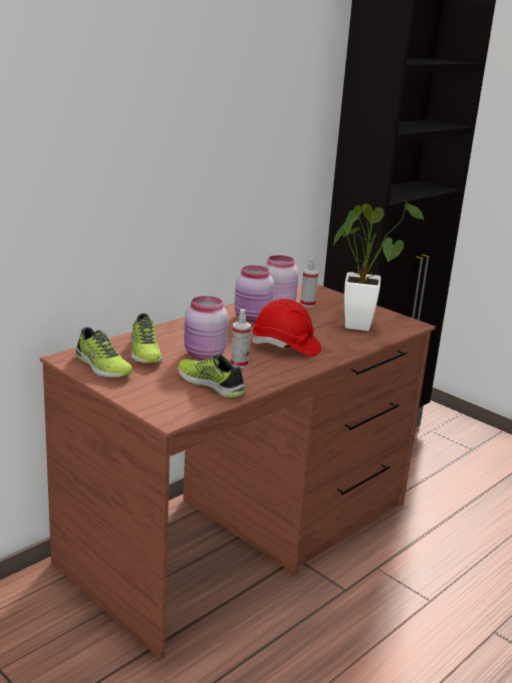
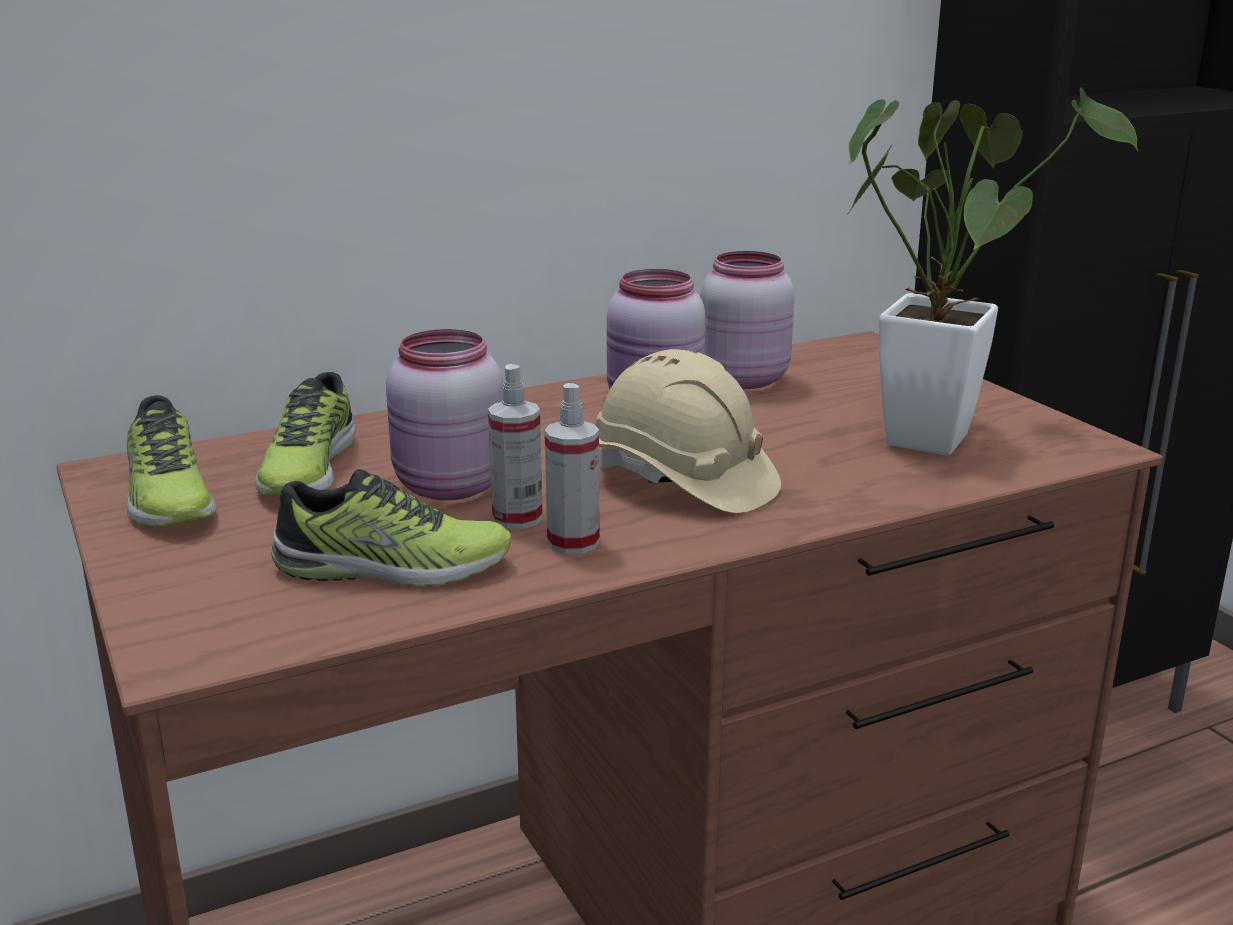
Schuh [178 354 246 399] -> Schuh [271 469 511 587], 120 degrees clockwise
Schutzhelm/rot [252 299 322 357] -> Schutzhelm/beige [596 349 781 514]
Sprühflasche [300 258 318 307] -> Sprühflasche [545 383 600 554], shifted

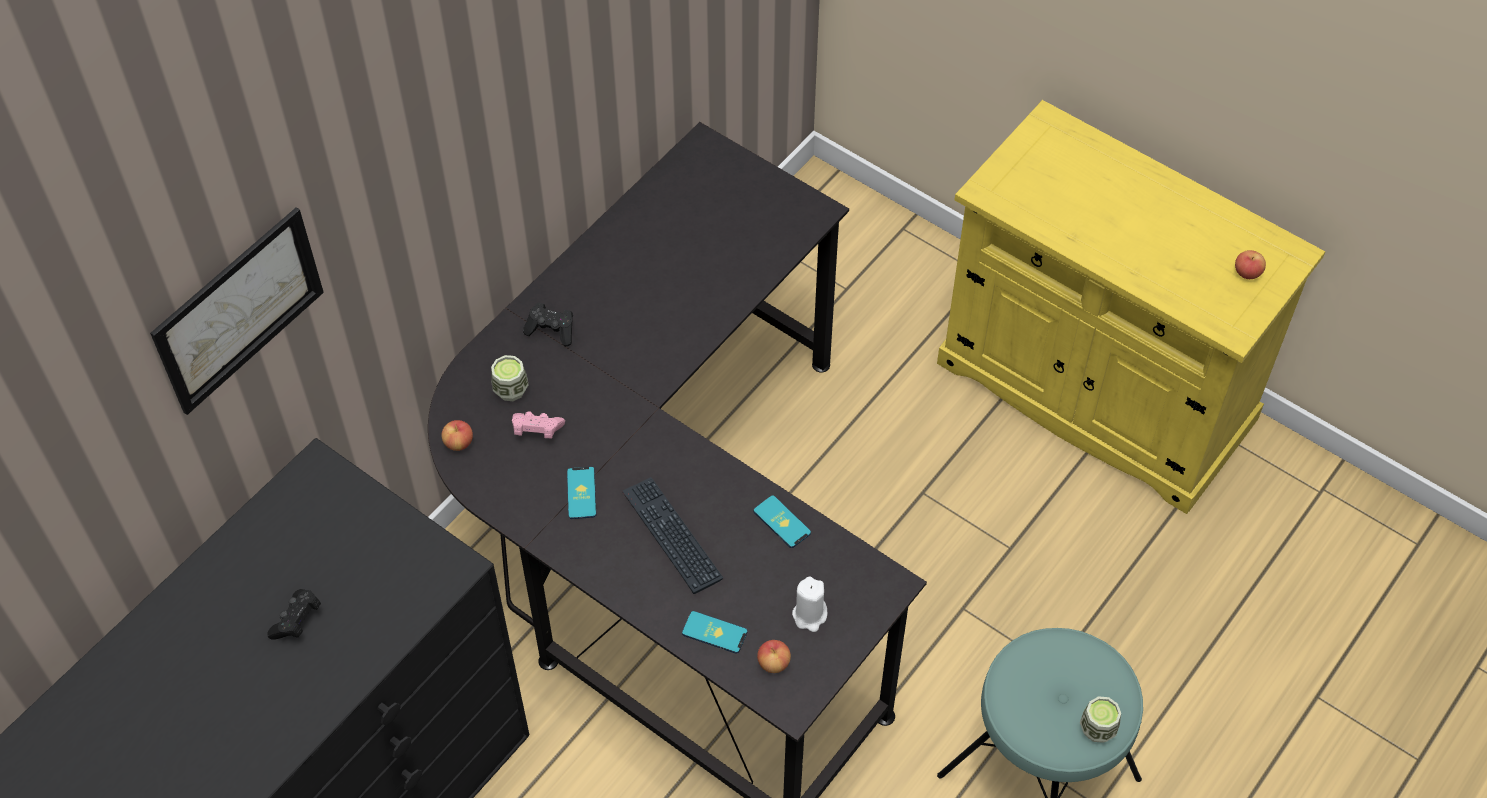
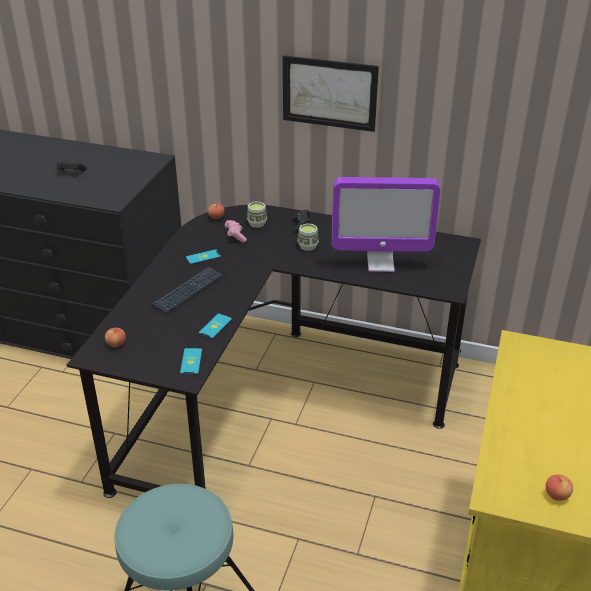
Bild [150 207 324 415] -> Bild [283 55 379 132], shifted
Handy [682 611 748 654] -> Handy [180 348 202 375], shifted
Kerze/weiß [792 577 827 632] -> none
Tasse [1080 696 1121 743] -> Tasse [297 224 319 251], shifted
none -> Monitor [332 177 440 272]

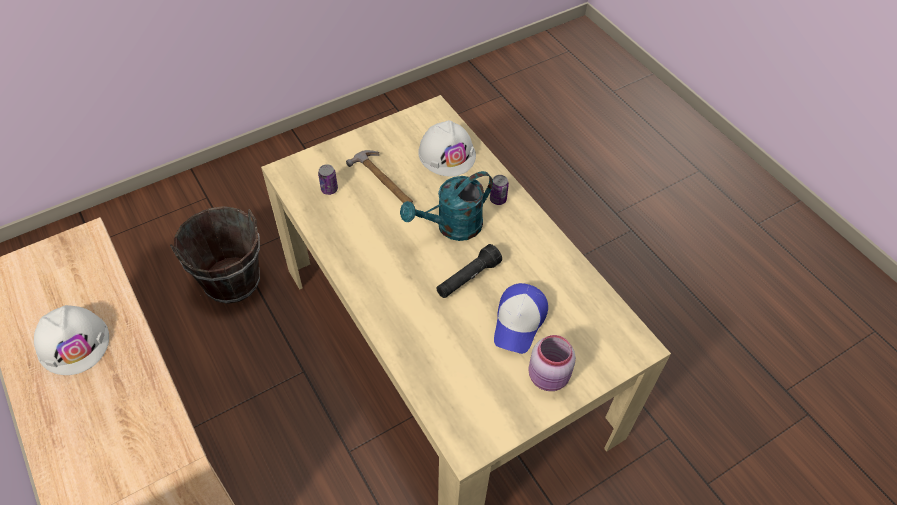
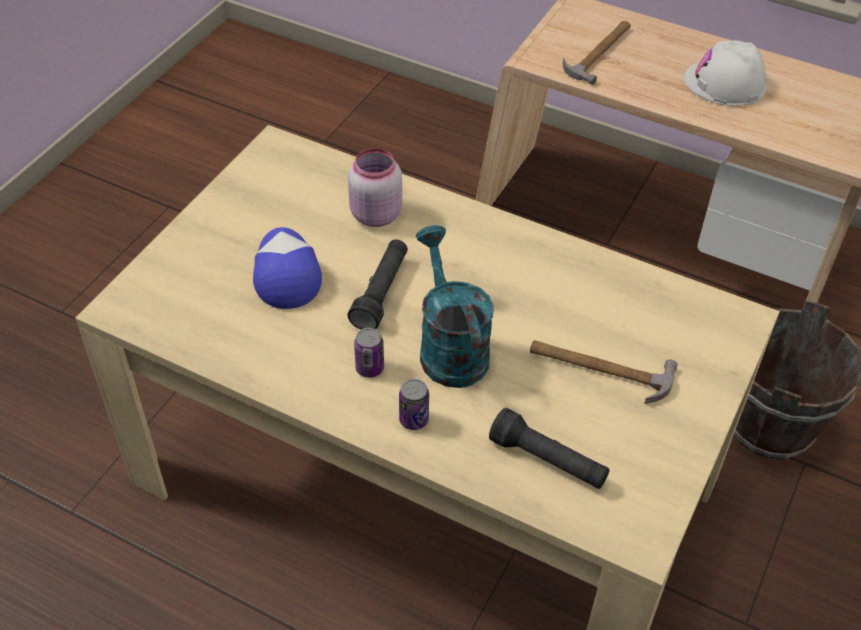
Dose [318 164 338 195] -> Dose [354 328 384 378], shifted
Gießkanne/türkis [400 171 493 241] -> Gießkanne/türkis [416 225 494 388], 45 degrees counterclockwise
Schutzhelm/weiß [418 120 476 177] -> Taschenlampe/schwarz [489 408 609 489]
Vorratsglas/rosa [528 335 576 391] -> Vorratsglas/rosa [348 148 402 227], shifted
none -> Hammer [563 21 631 85]

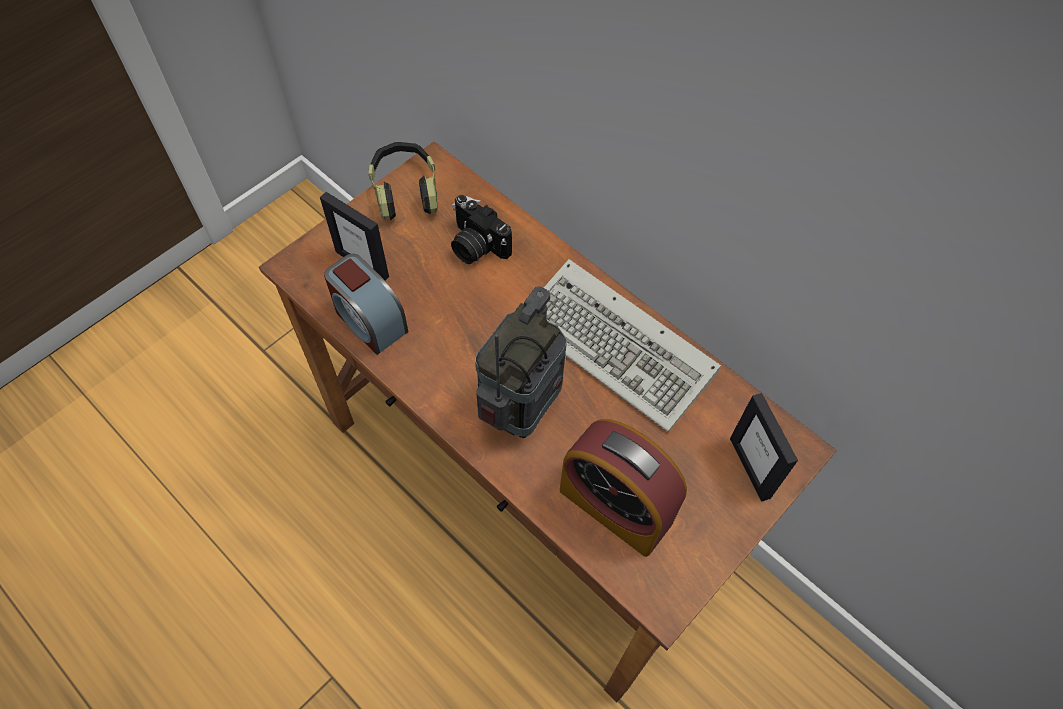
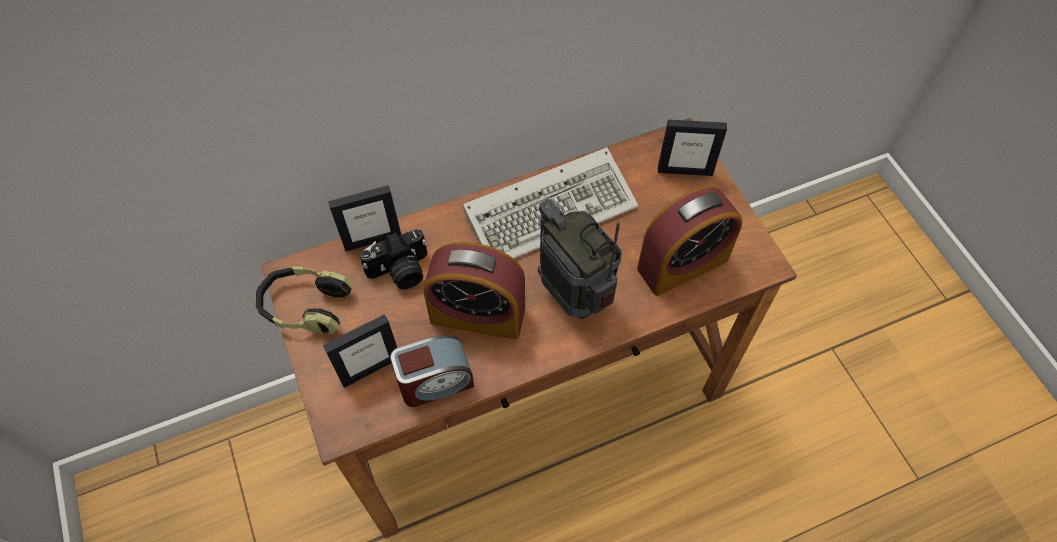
none -> Bilderrahmen [328 185 401 251]
none -> Wecker [424 242 525 339]

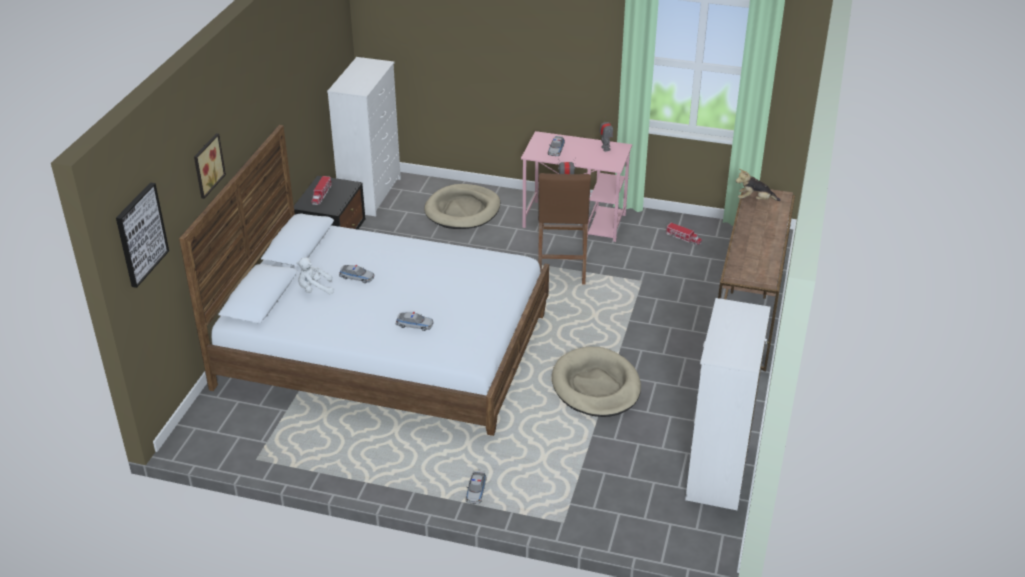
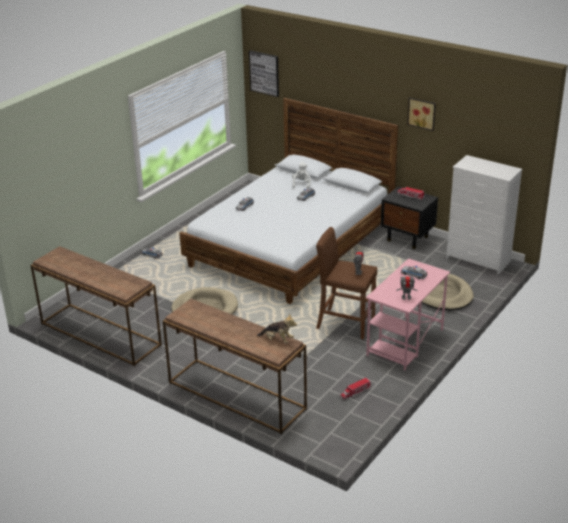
Bild [194 133 226 199] -> Bild [407 98 436 131], shifted
Kommode/weiß [685 298 771 510] -> Konsolentisch/braun [30 246 162 366]
Plüschtier [736 168 781 201] -> Plüschtier [257 314 297 343], 90 degrees clockwise

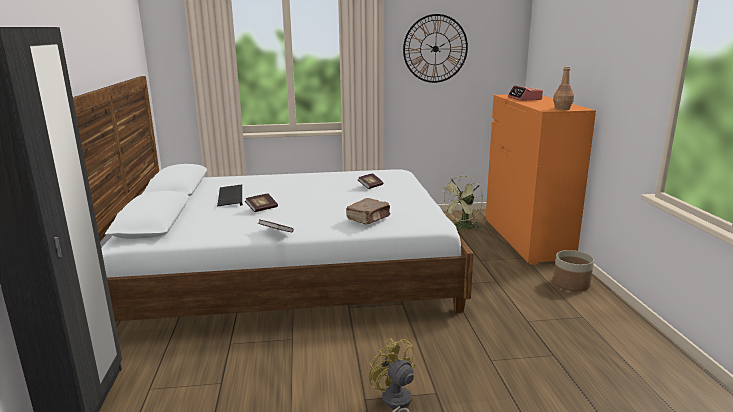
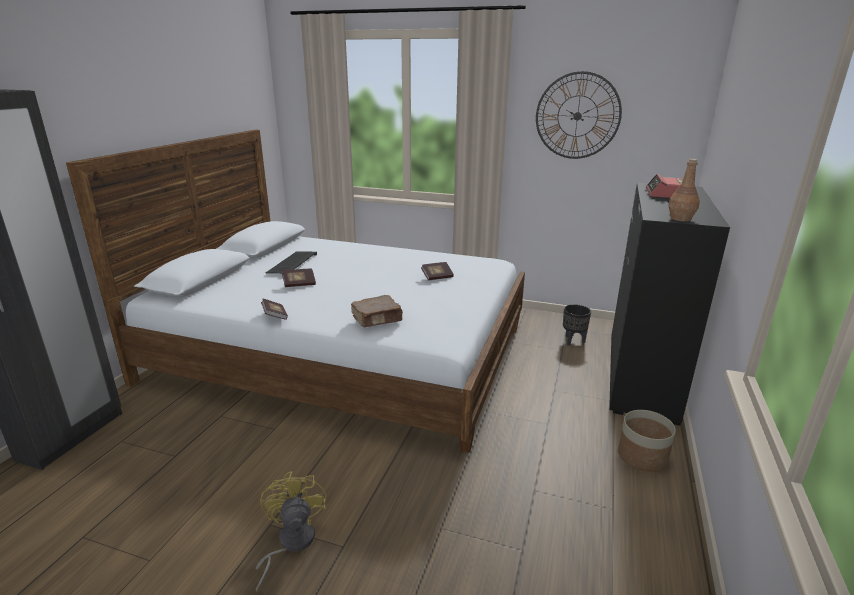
Ventilator/grün [442 176 483 231] -> Pflanzkübel/schwarz [563 304 591 346]
Kommode/orange [485 94 596 265] -> Kommode/schwarz [609 182 730 426]

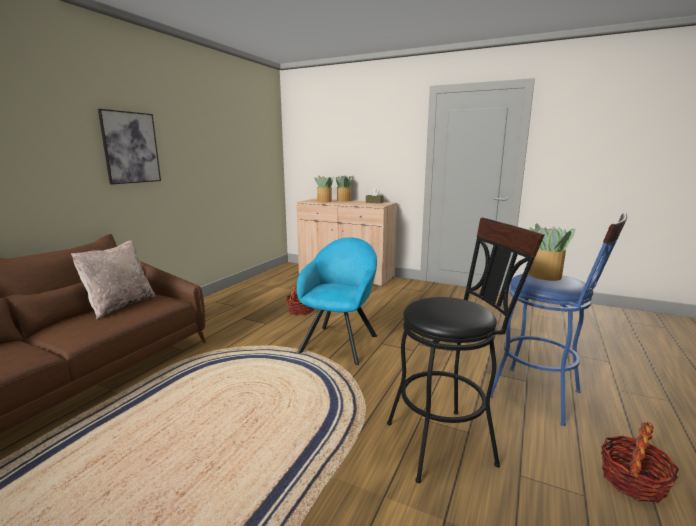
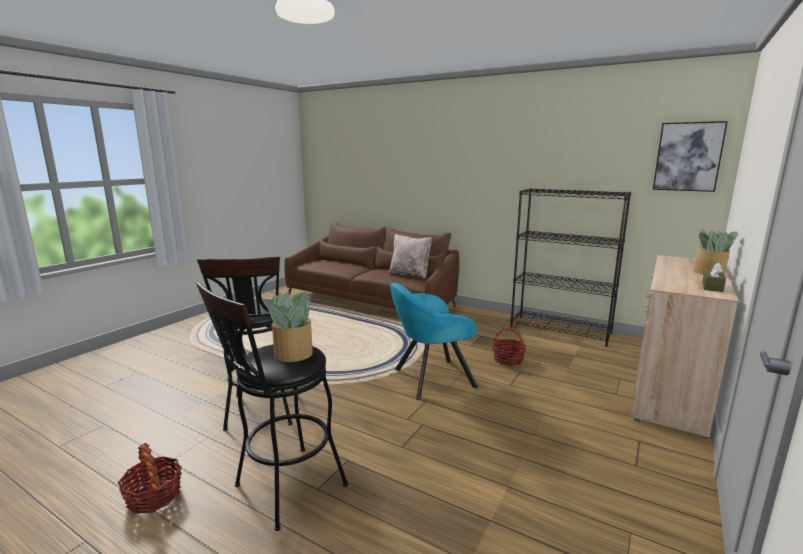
Bild [98 109 161 184] -> Bild [653 121 728 192], shifted
Sessel/türkis [297 237 377 365] -> Sessel/türkis [391 283 478 400], 135 degrees clockwise
Topfpflanze [314 176 334 202] -> none
Hocker/blau [490 213 627 426] -> Hocker/schwarz [196 282 348 531]
none -> Bücherregal/schwarz [510 188 631 347]

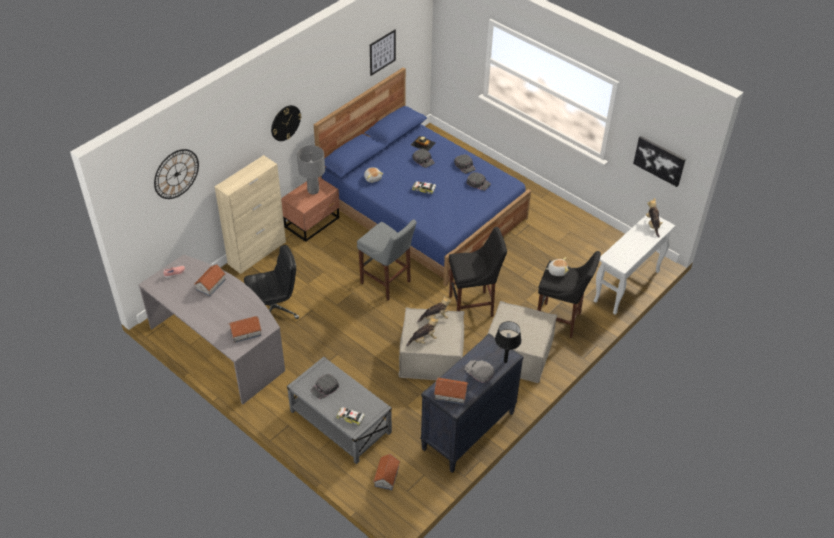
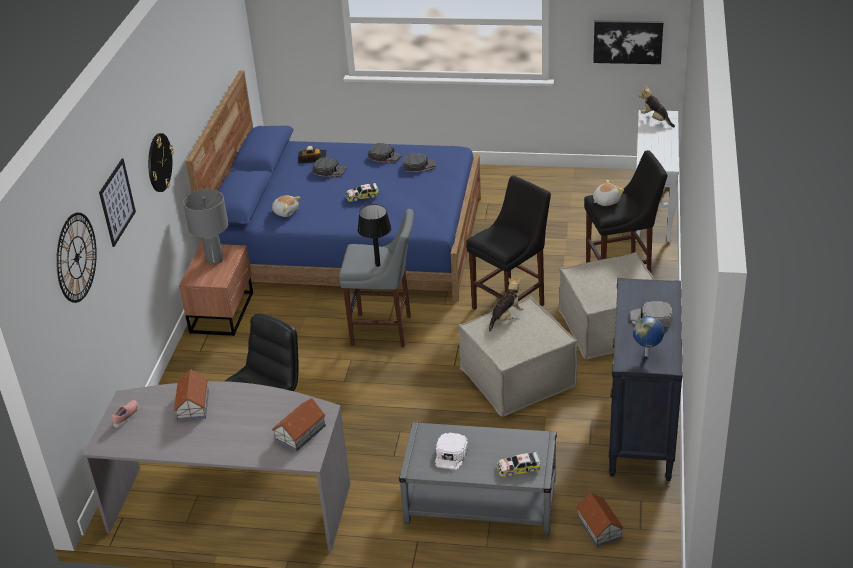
Schrank/beige [215 155 286 274] -> none
Kappe/schwarz [311 374 339 399] -> Kappe/weiß [435 433 468 470]
Bild [370 30 396 76] -> Bild [99 158 136 247], shifted
Plüschtier [407 316 438 347] -> none
Spielzeughaus [434 378 468 405] -> Globus [633 317 664 357]
Tischlampe/schwarz [495 321 522 363] -> Tischlampe/schwarz [357 204 392 267], shifted

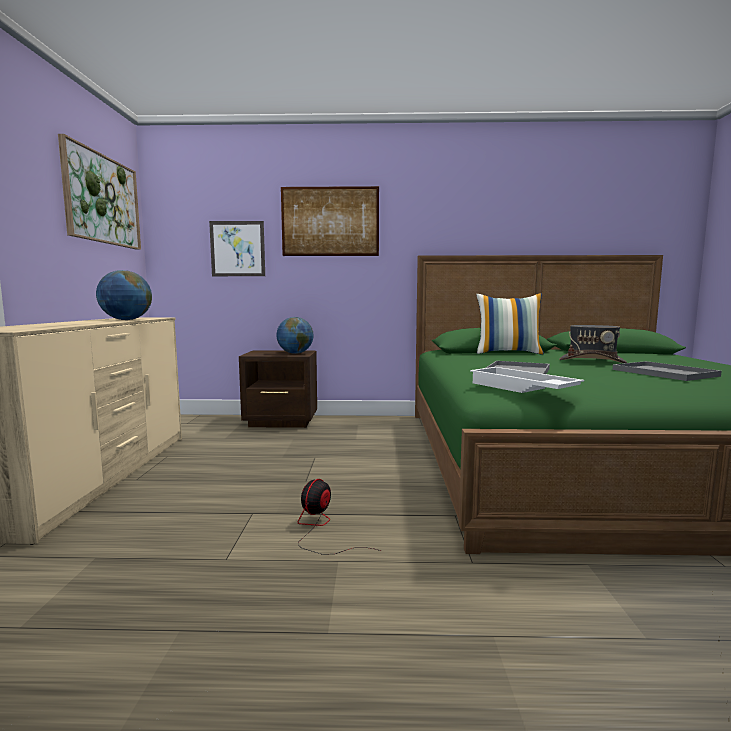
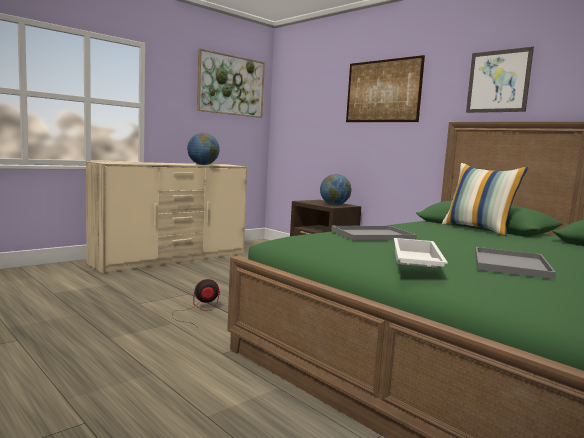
Bild [209 221 265 276] -> Bild [466 47 534 113], shifted
Tablett/weiß [470 367 584 393] -> Tablett/weiß [394 238 448 268], shifted
Hut/grau [559 325 627 363] -> none

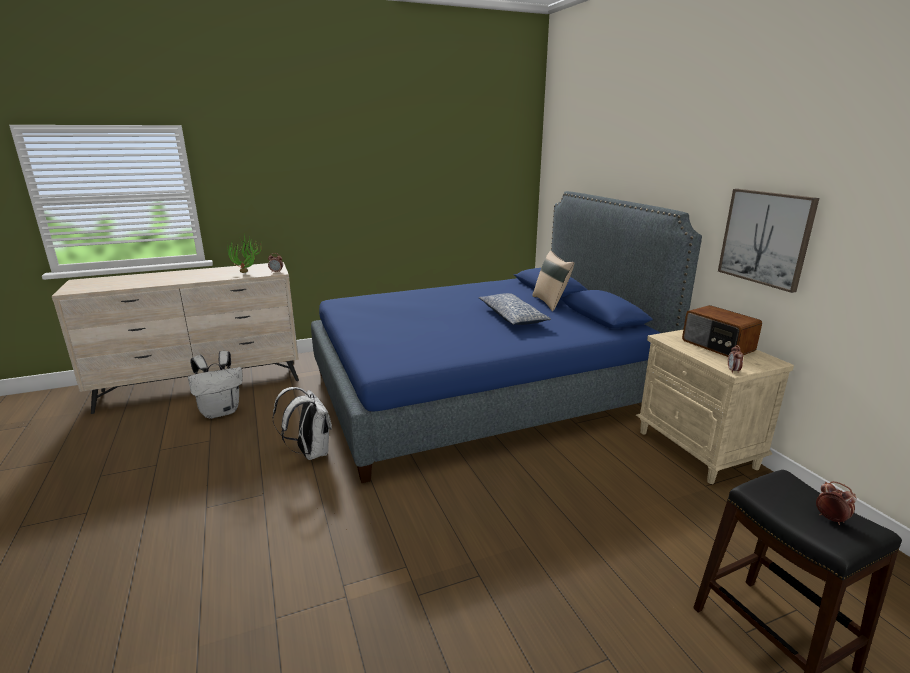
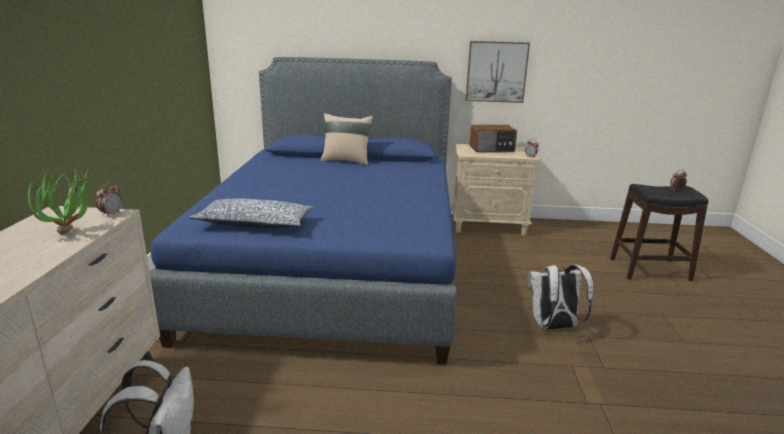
Rucksack/weiß [272 387 332 460] -> Rucksack/weiß [528 265 594 330], shifted
Kissen [479 293 551 325] -> Kissen [189 198 313 228], shifted

